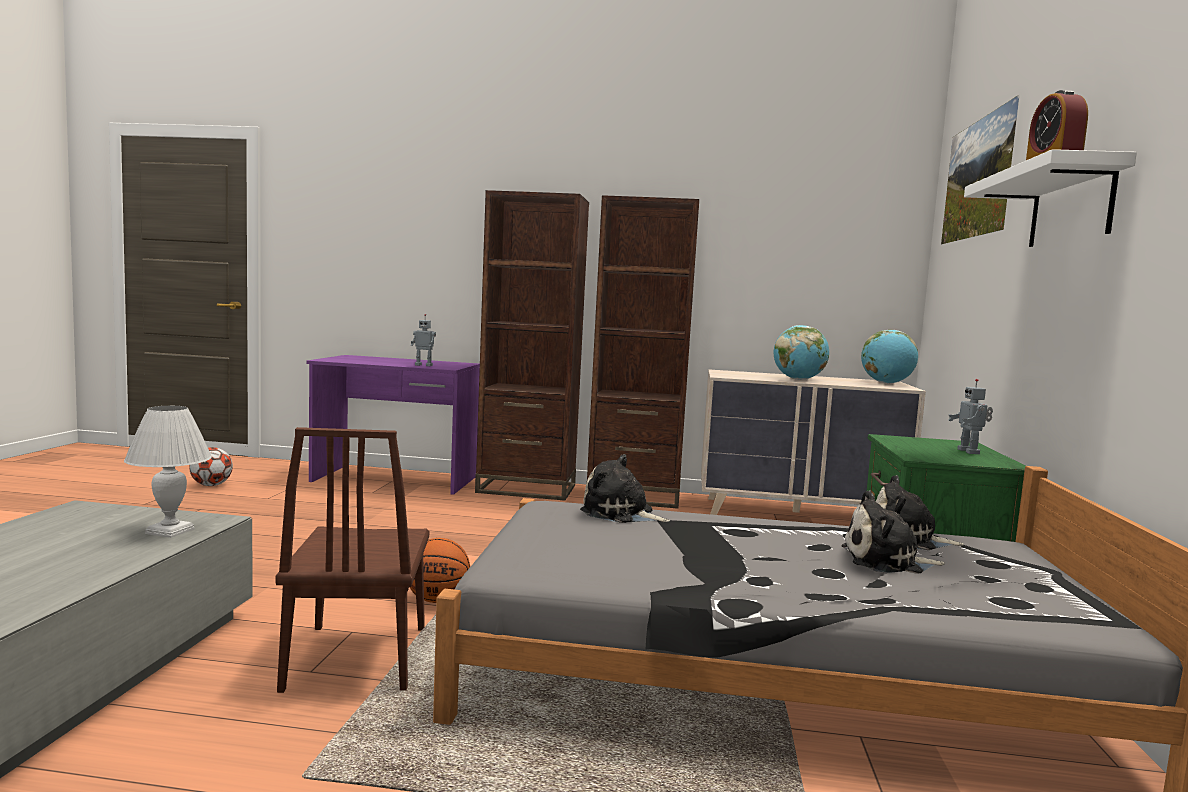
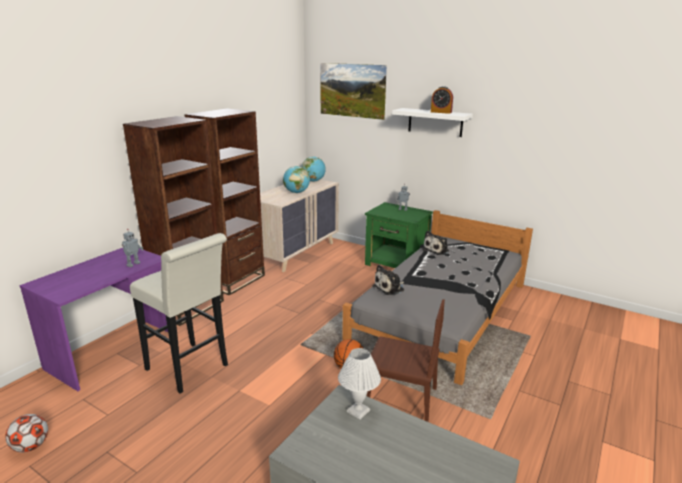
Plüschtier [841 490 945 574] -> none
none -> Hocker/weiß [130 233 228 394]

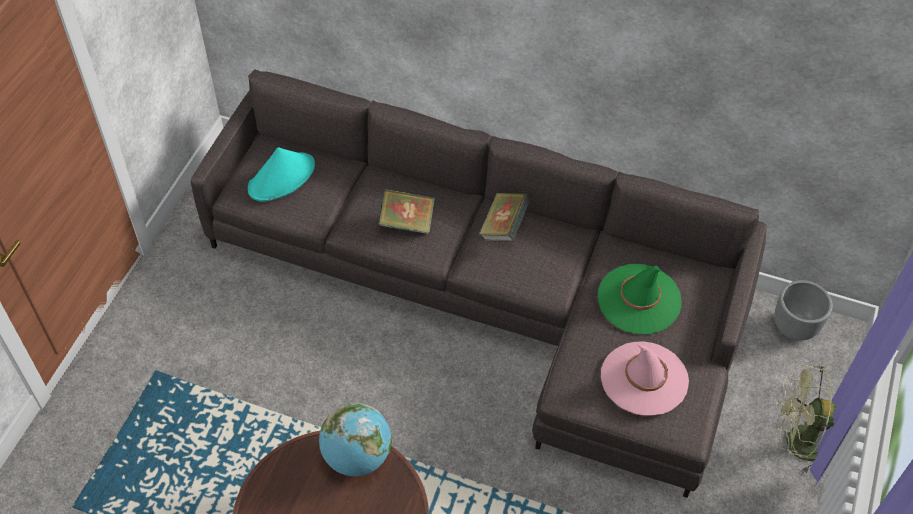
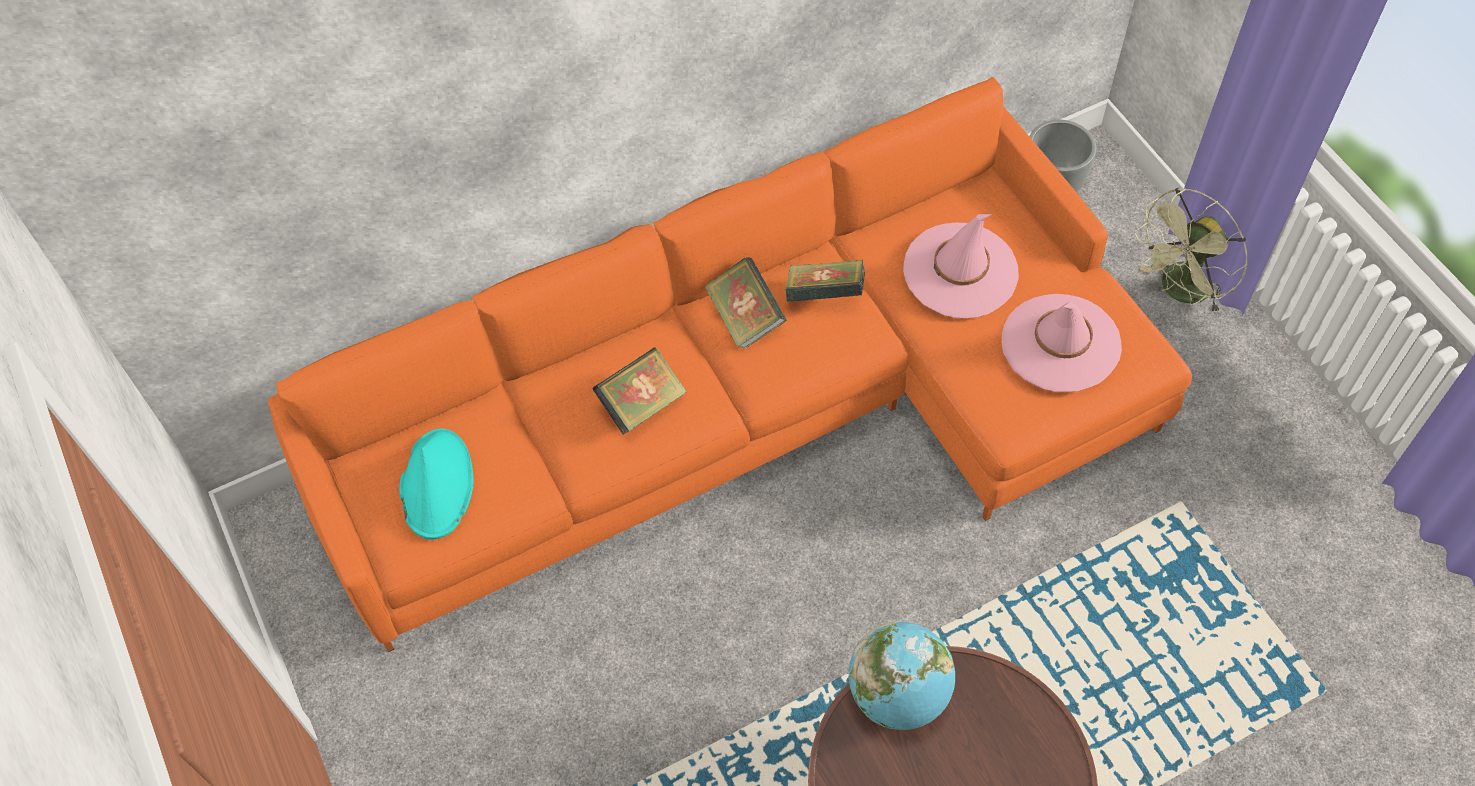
Sofa/grau [191 69 767 498] -> Sofa/orange [268 77 1192 652]
Hut/grün [598 264 682 334] -> Hut/rosa [903 214 1019 318]
none -> Buch [785 260 865 302]

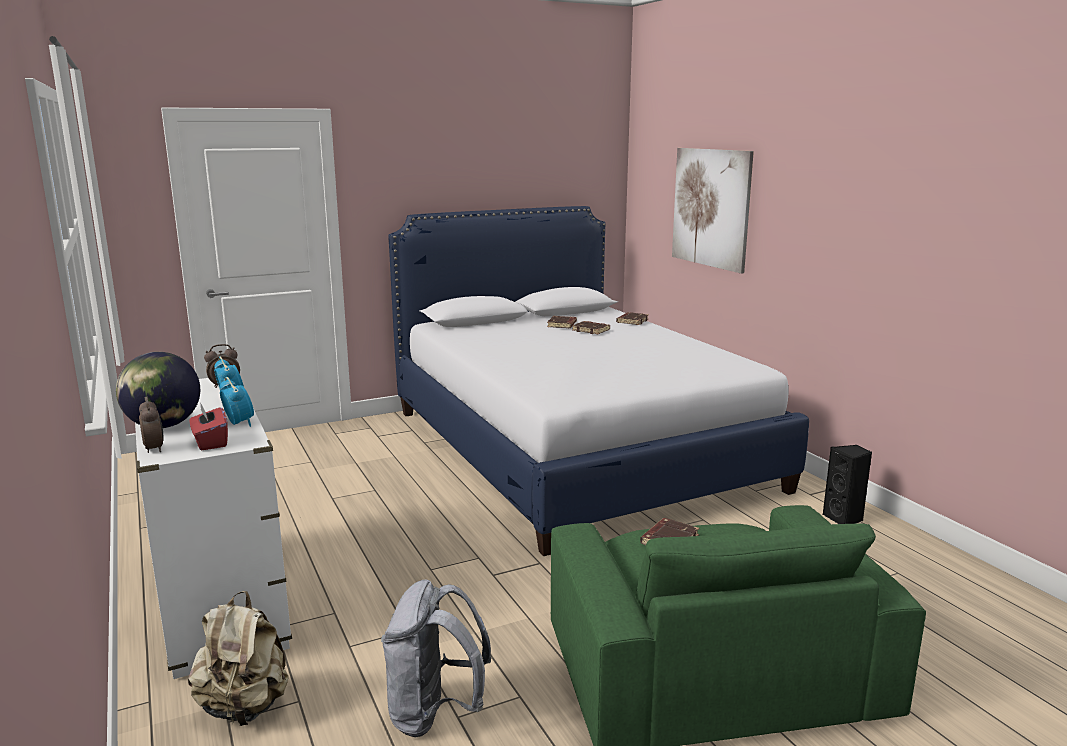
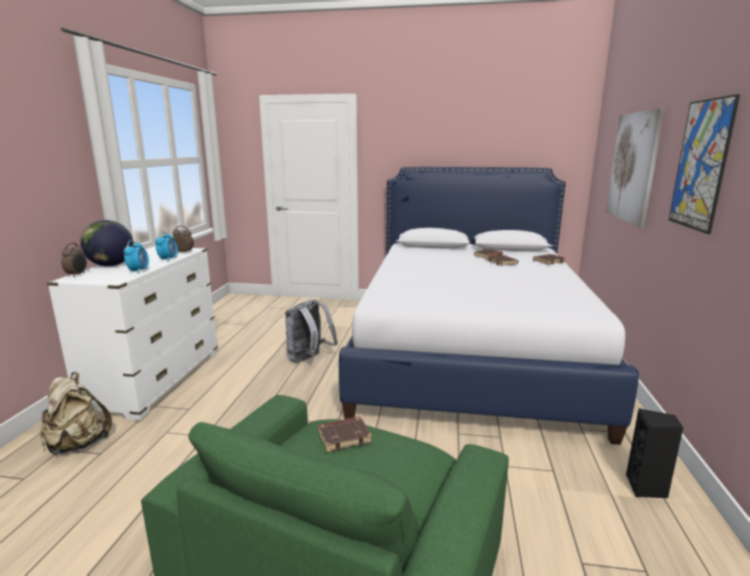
Taschentuchbox/rot [189 403 228 450] -> none
Rucksack/grau [381 580 492 737] -> Rucksack/grau [285 300 338 363], shifted
none -> Bild [669 94 740 234]

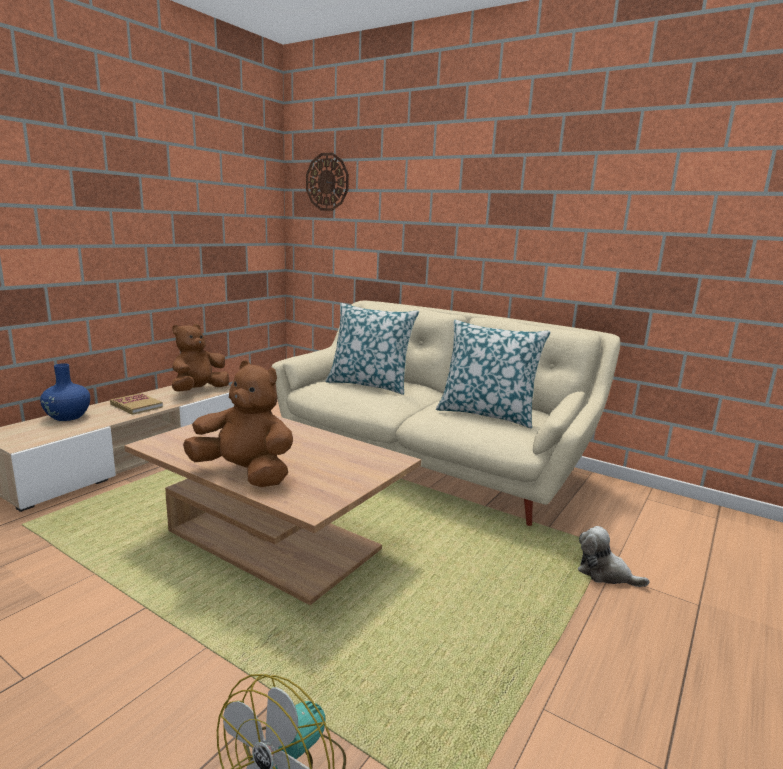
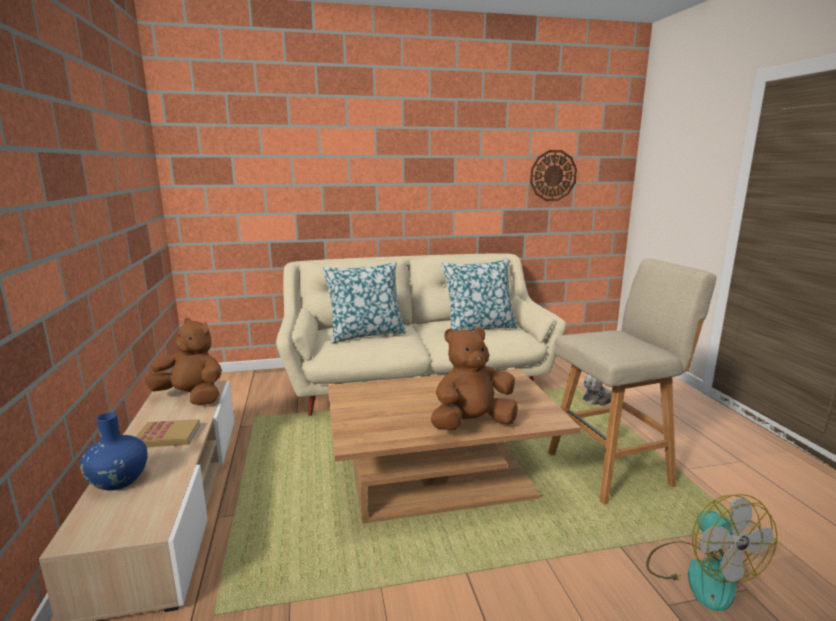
Plüschtier/braun [172 324 229 392] -> Plüschtier/braun [145 318 222 405], 120 degrees clockwise
Wanduhr [306 153 349 211] -> Wanduhr [530 150 577 201], shifted
none -> Hocker/beige [548 259 716 505]

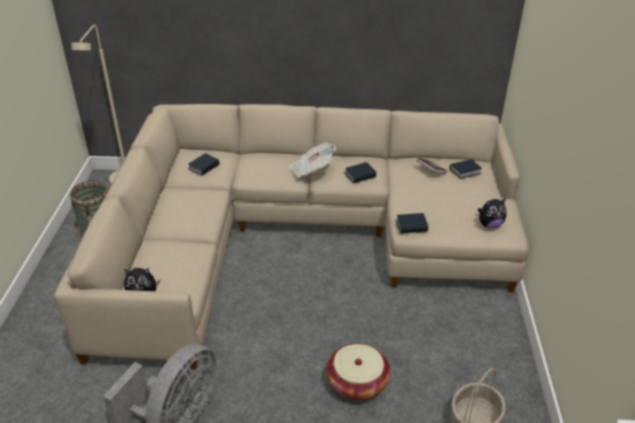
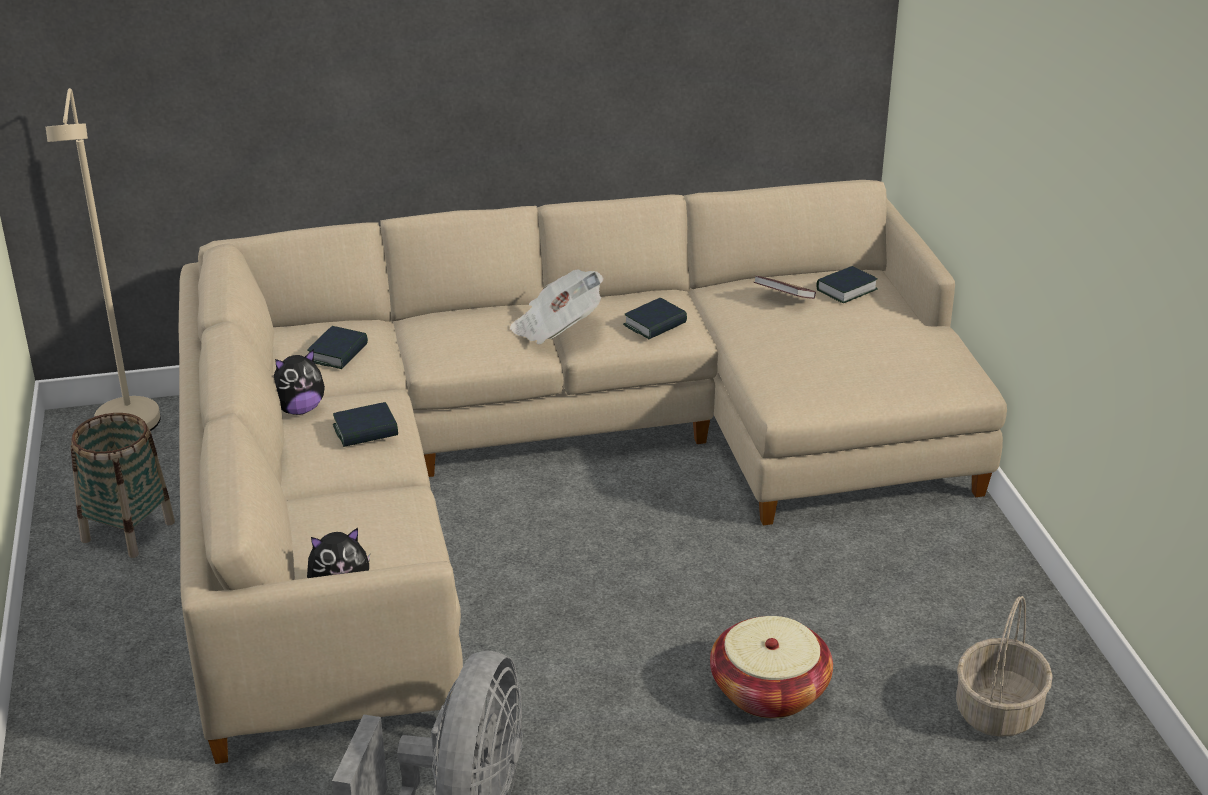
Buch [396 213 428 233] -> Buch [333 402 398 447], shifted
Plüschtier [478 198 507 228] -> Plüschtier [273 349 325 415], shifted

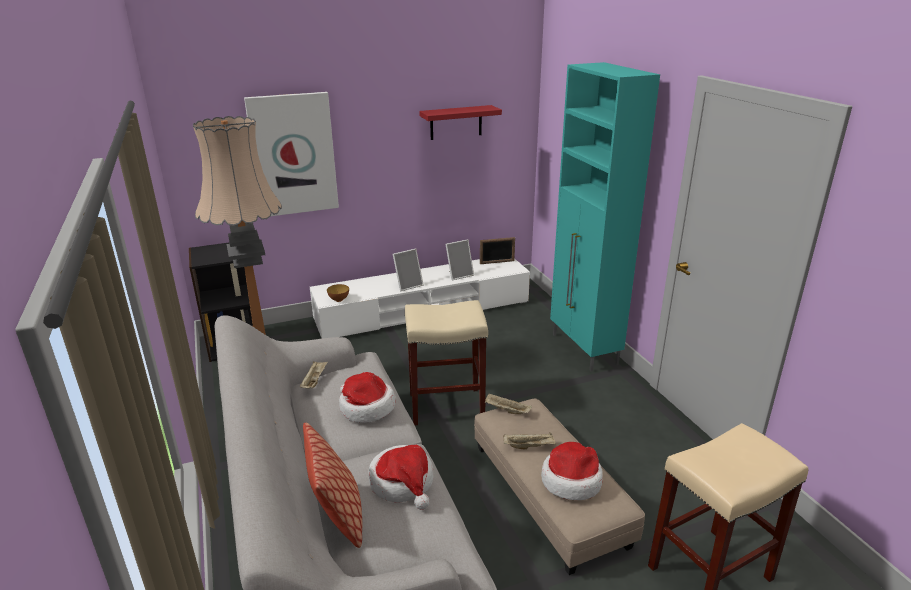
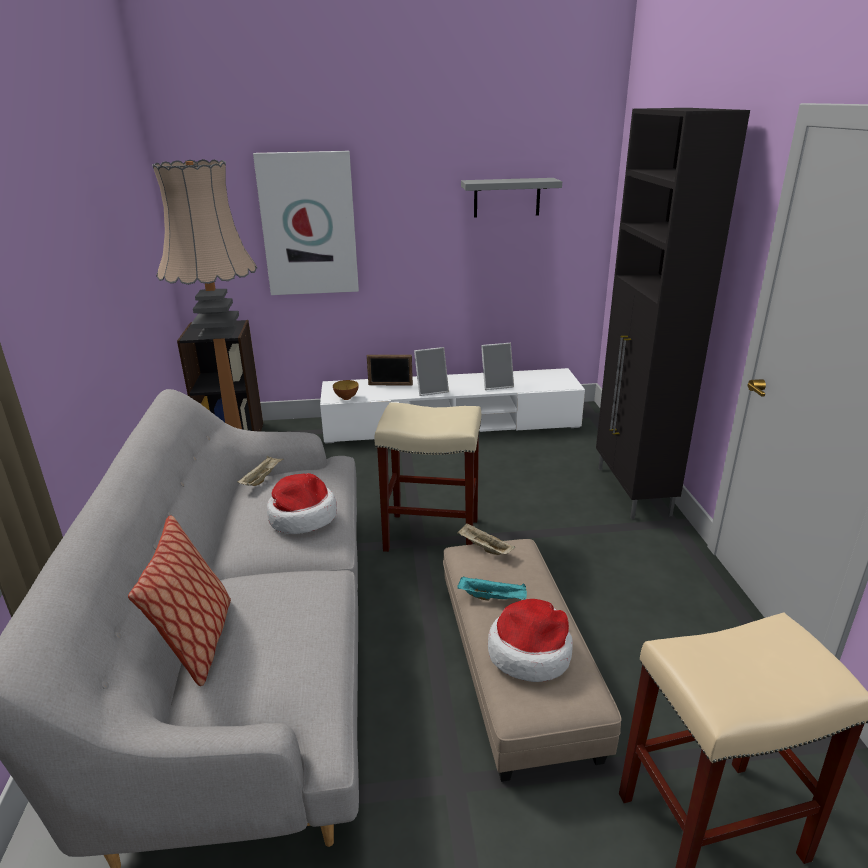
Hut [368 445 434 510] -> none
Wandregal/rot [419 105 502 140] -> Wandregal/grau [461 178 562 218]
Bilderrahmen [480 237 515 264] -> Bilderrahmen [367 355 413 386], shifted
Tablett/beige [503 432 556 450] -> Tablett/türkis [457 576 527 601]
Schrank/türkis [550 62 660 371] -> Schrank/schwarz [596 108 750 519]

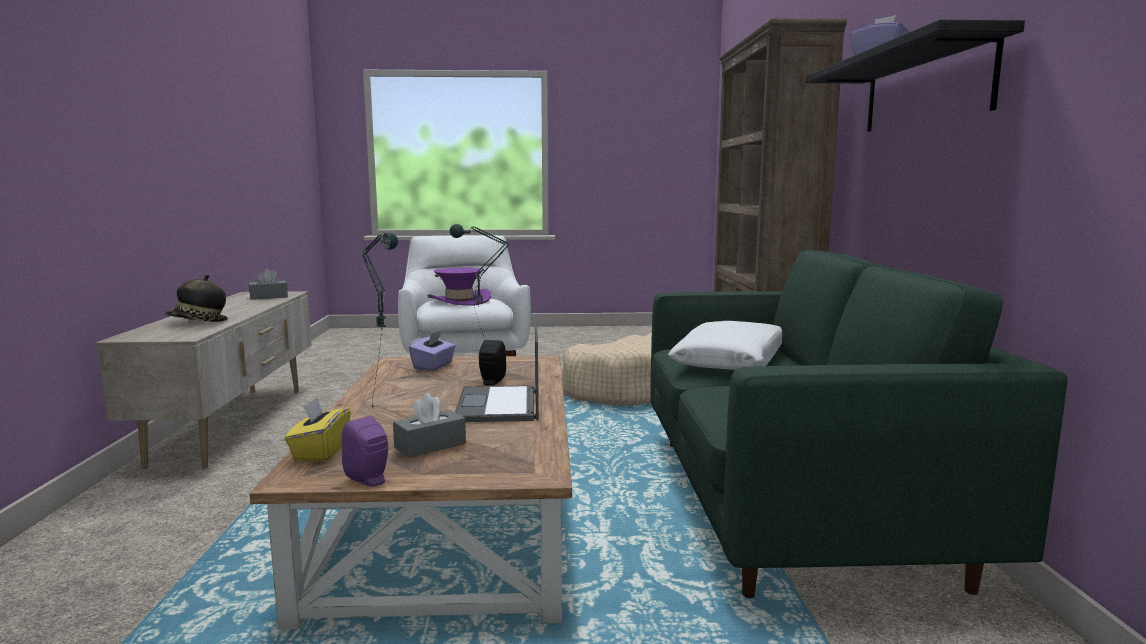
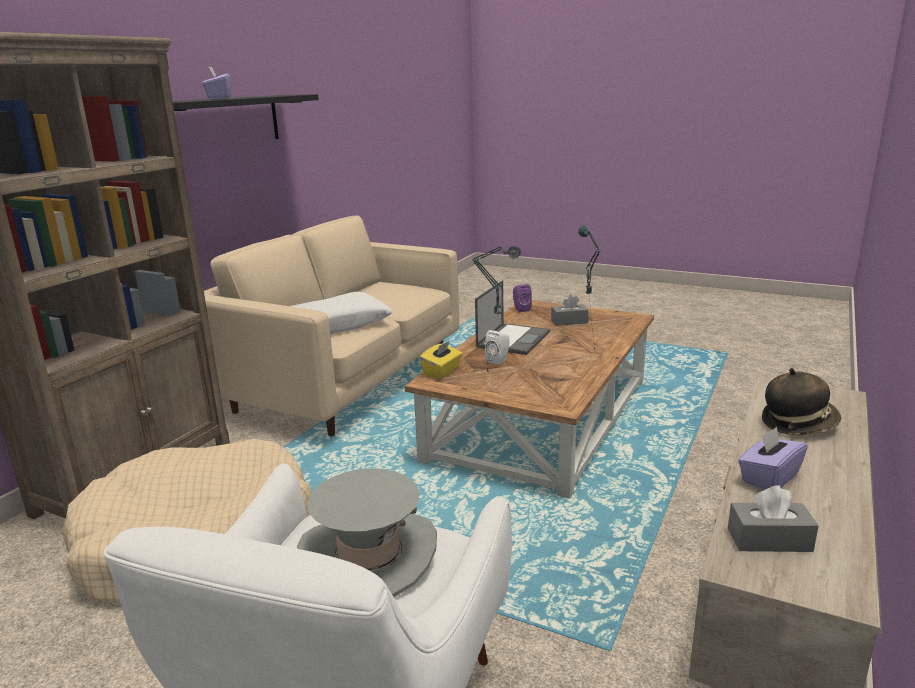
Taschentuchbox/gelb [284 397 350 461] -> Taschentuchbox/gelb [420 341 462 379], shifted
Lautsprecher/lila [342 416 388 487] -> Lautsprecher/lila [513 284 532 312], shifted
Taschentuchbox/lila [409 330 456 371] -> Taschentuchbox/lila [738 427 808 490], shifted
Hut/lila [428 268 491 306] -> Hut/grau [297 469 437 597]
Lautsprecher/schwarz [479 340 506 386] -> Lautsprecher/weiß [485 330 510 365]
Sofa/grün [650 249 1068 598] -> Sofa/beige [204 215 459 436]

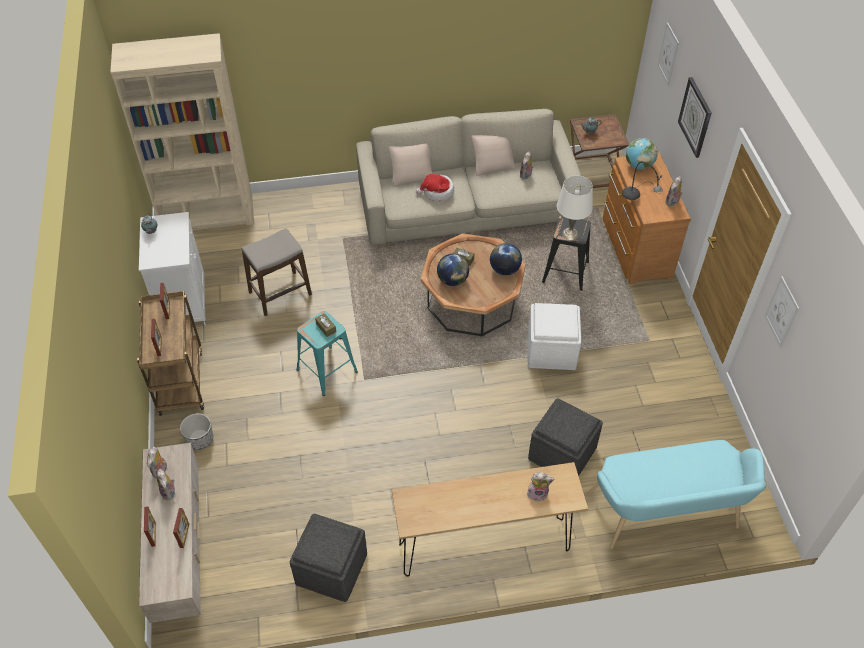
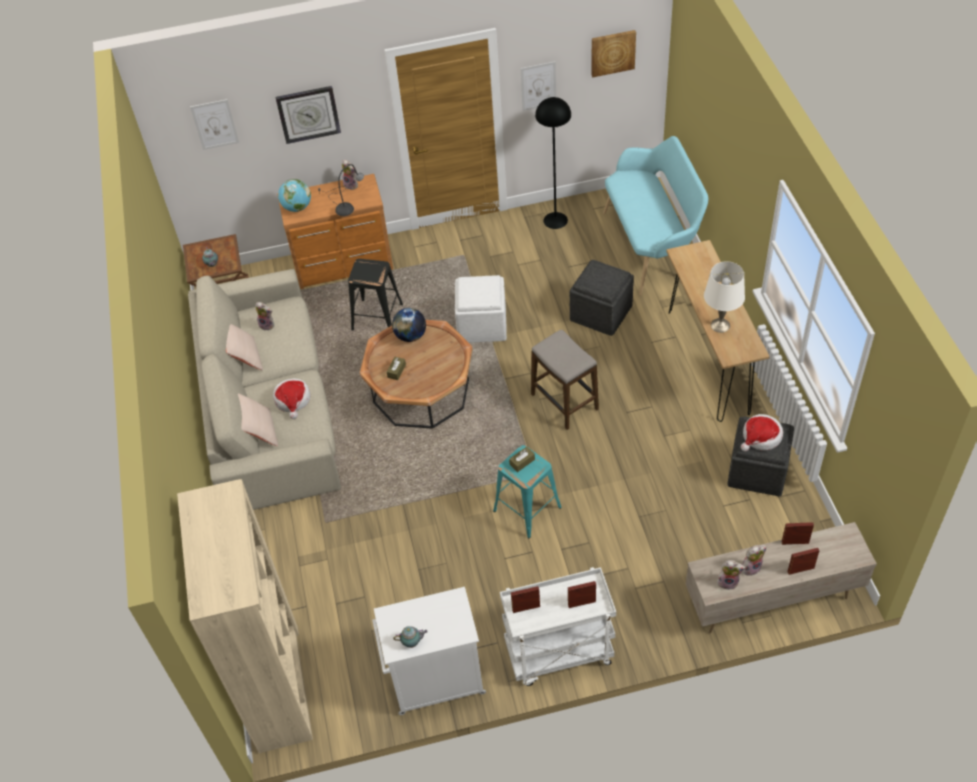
Rollwagen/braun [137 291 204 416] -> Rollwagen/weiß [500 567 616 686]
Pflanzkübel [180 413 213 450] -> none
Hocker [242 228 312 316] -> Hocker [531 330 599 430], shifted
Globus [437 254 469 286] -> none
Plüschtier [527 472 554 501] -> none
Tischlampe/weiß [557 176 593 240] -> Tischlampe/weiß [704 261 745 333], shifted
none -> Stehlampe/schwarz [535 97 571 229]
none -> Bild [591 30 636 77]
none -> Hut [741 414 783 451]

